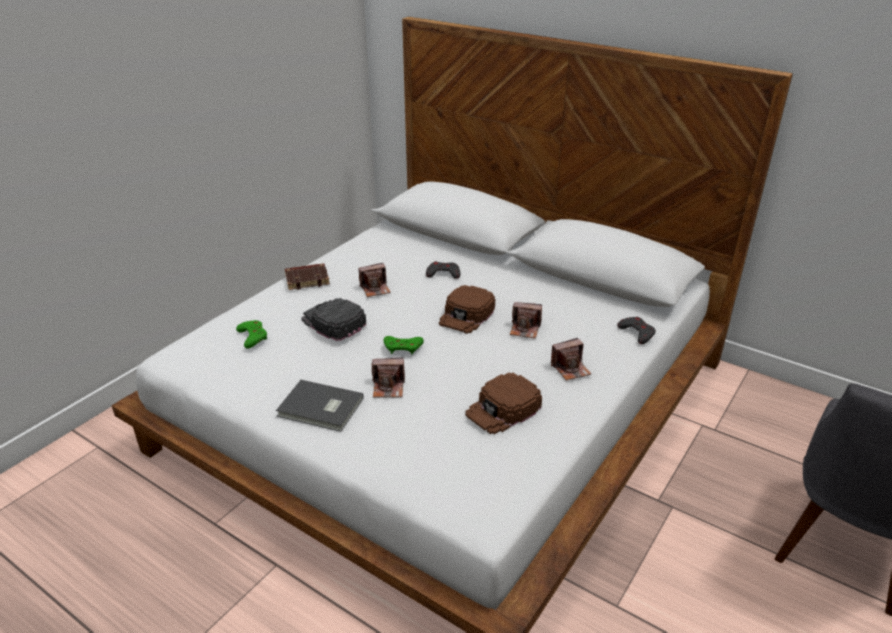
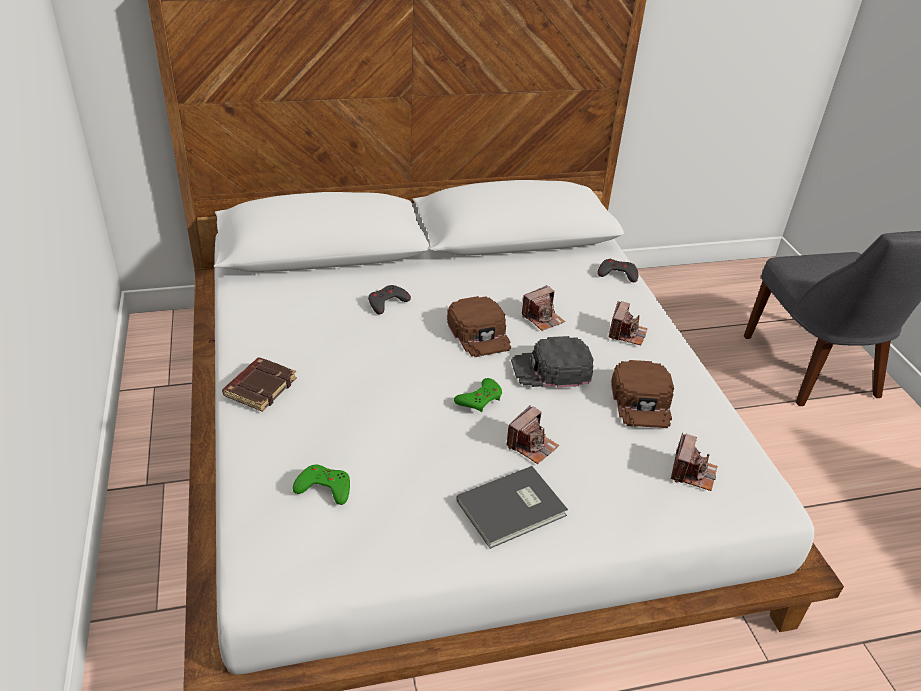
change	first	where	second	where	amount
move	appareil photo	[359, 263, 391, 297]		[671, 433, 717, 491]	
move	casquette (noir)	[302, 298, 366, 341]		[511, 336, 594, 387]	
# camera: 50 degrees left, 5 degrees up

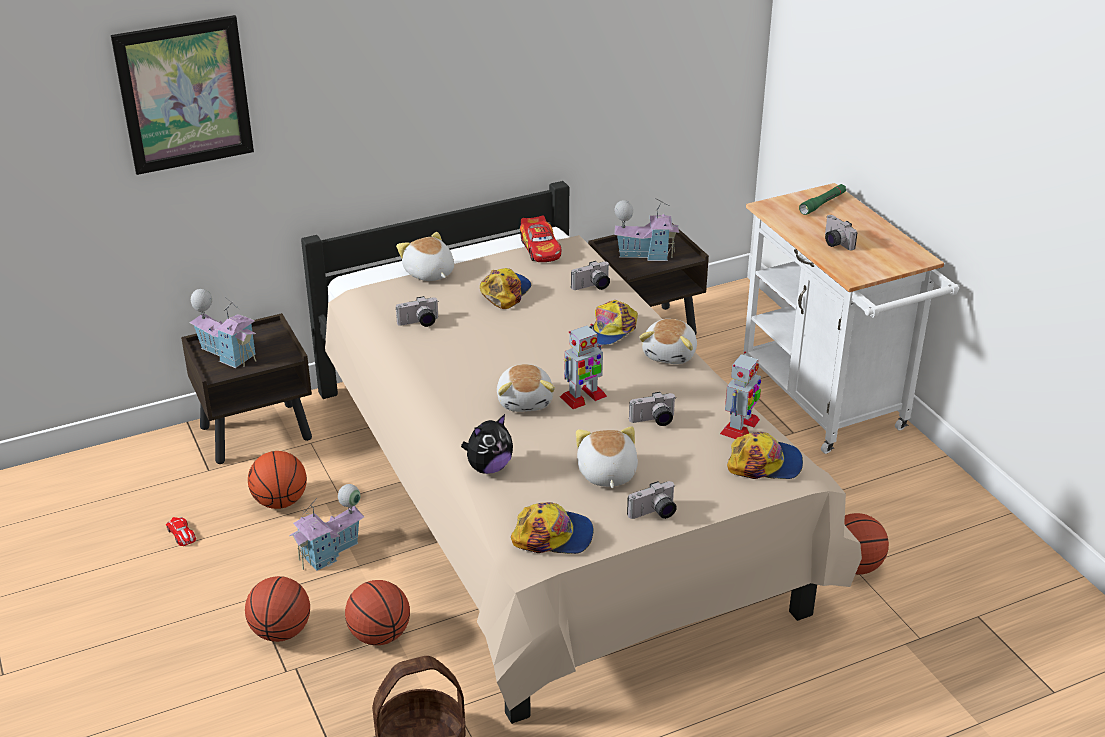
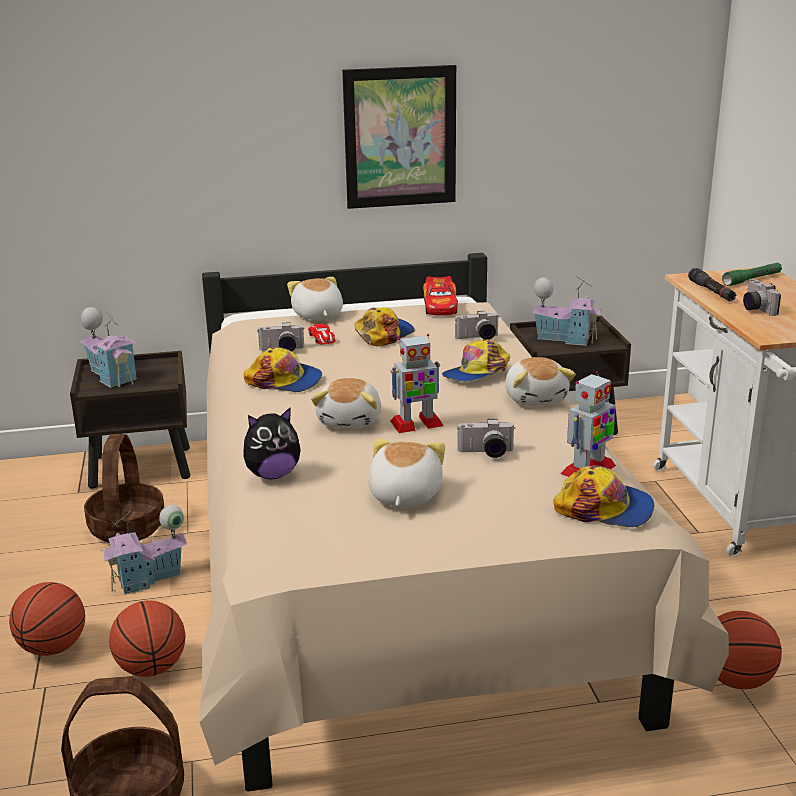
change	first	where	second	where	amount
move	tableau	[111, 15, 254, 175]		[342, 65, 456, 209]	
rotate	peluche	[639, 319, 697, 364]		[505, 357, 576, 406]	45 degrees counterclockwise
replace	ballon de basket	[248, 451, 307, 509]	panier	[84, 434, 164, 543]	
delete	appareil photo	[627, 481, 677, 519]			
move	casquette	[511, 502, 594, 554]		[244, 347, 322, 392]	
move	petite voiture	[166, 517, 196, 546]		[308, 324, 336, 345]	
insert			lampe de poche (noir)	[688, 268, 736, 302]	
# camera: 15 degrees right, 10 degrees down

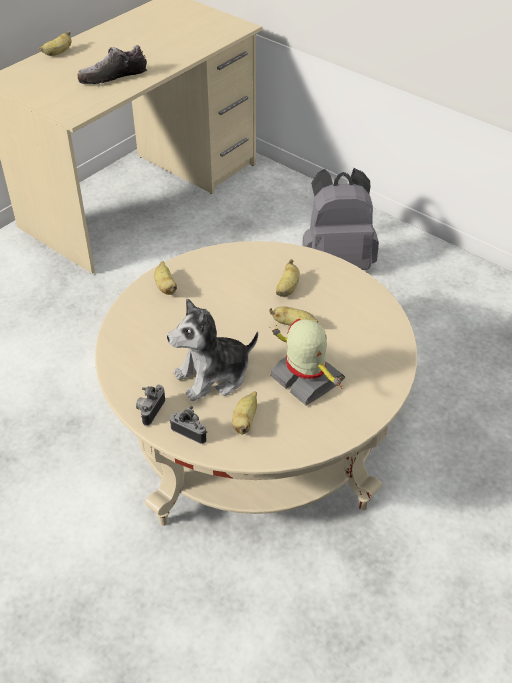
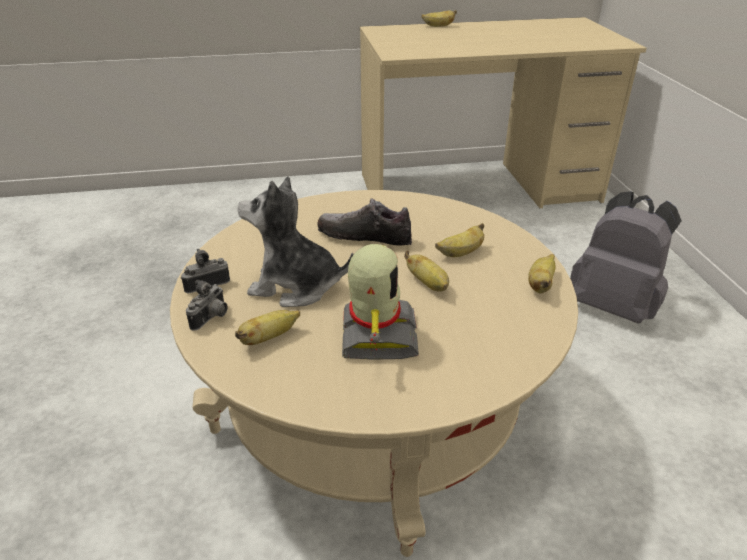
change	first	where	second	where	amount
move	chaussure	[77, 45, 148, 84]		[318, 198, 412, 246]	
move	banane	[154, 261, 177, 295]		[528, 254, 556, 293]	
rotate	appareil photo	[170, 406, 207, 444]		[186, 280, 228, 331]	45 degrees clockwise
# camera: 40 degrees right, 10 degrees down

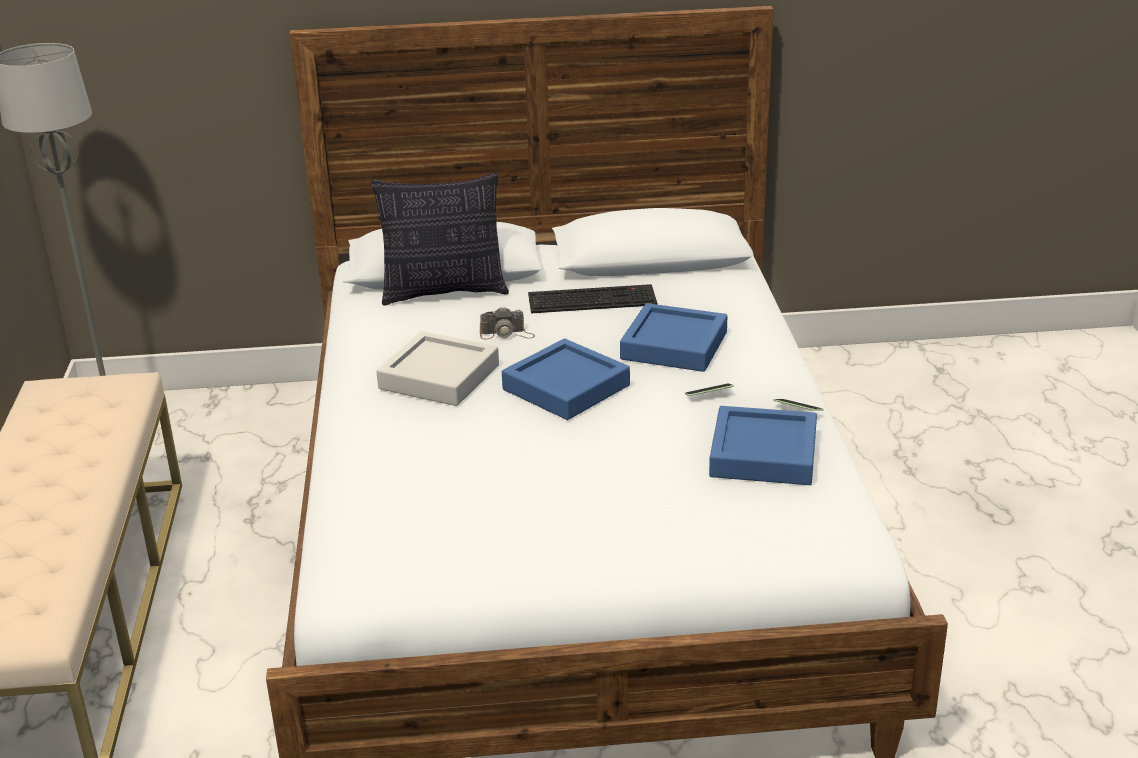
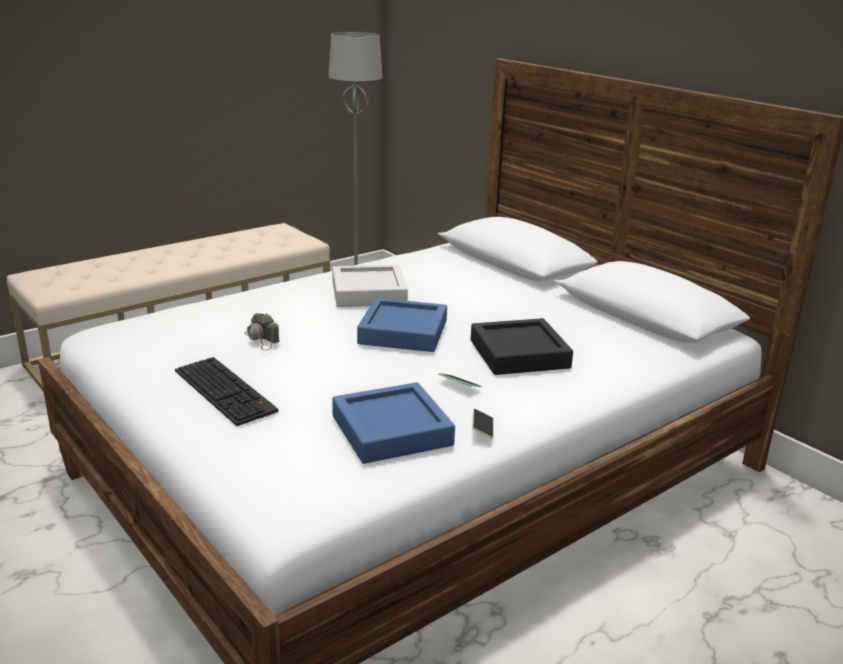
change	first	where	second	where	amount
delete	coussin	[371, 172, 509, 306]			
move	clavier	[528, 284, 657, 313]		[175, 357, 279, 426]	
recolor	plateau (bleu)	[620, 303, 727, 372]	plateau (noir)	[471, 318, 573, 375]	
move	appareil photo	[480, 308, 535, 340]		[245, 313, 279, 350]	
# camera: 55 degrees right, 5 degrees down

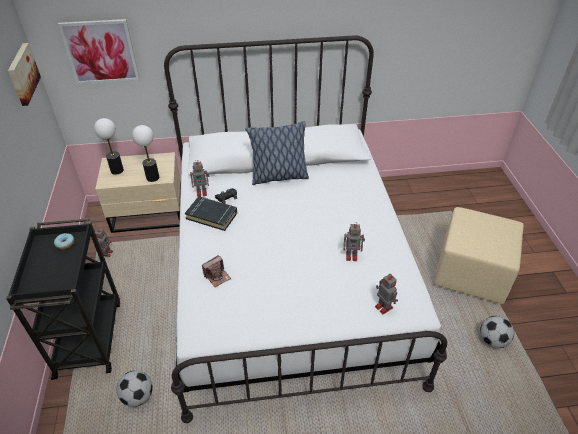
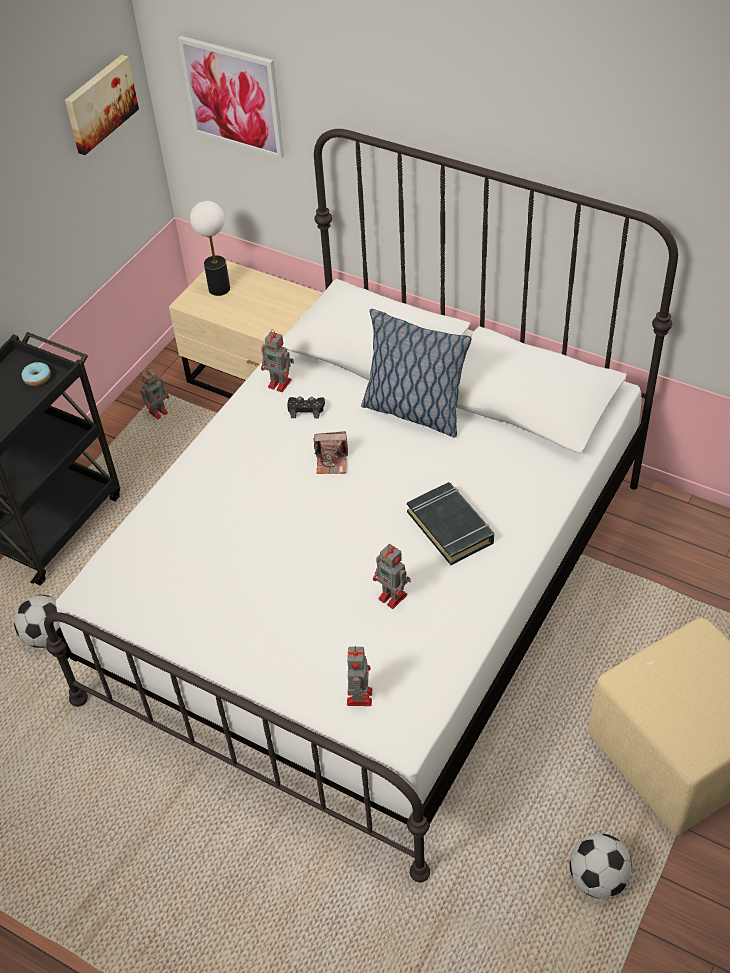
change	first	where	second	where	amount
delete	lampe de table	[132, 125, 159, 182]			
move	livre (noir)	[185, 196, 237, 231]		[407, 482, 494, 565]	
move	appareil photo	[202, 255, 231, 287]		[313, 431, 348, 474]	
# camera: 40 degrees right, 5 degrees up

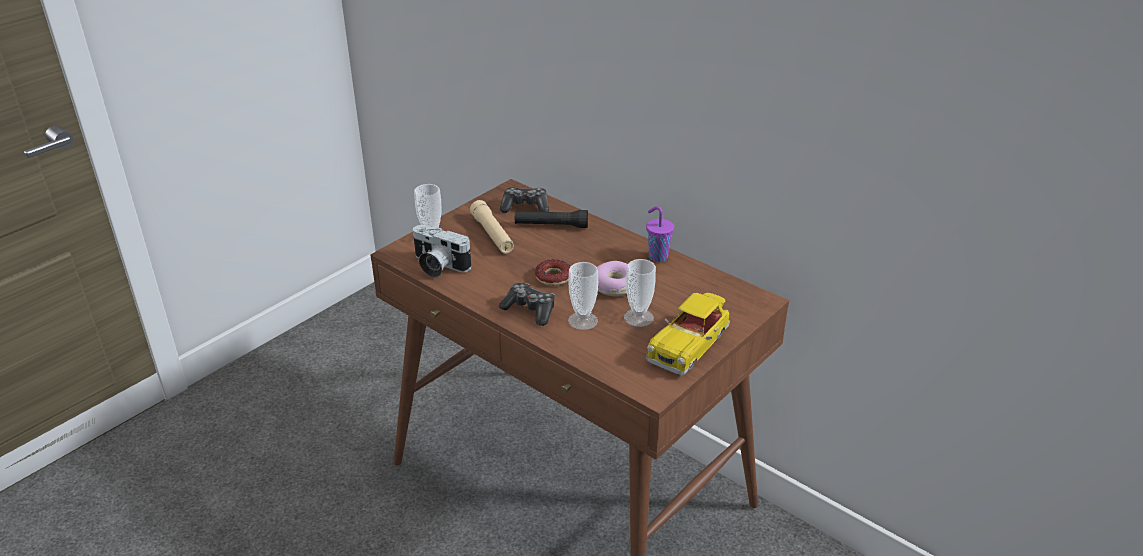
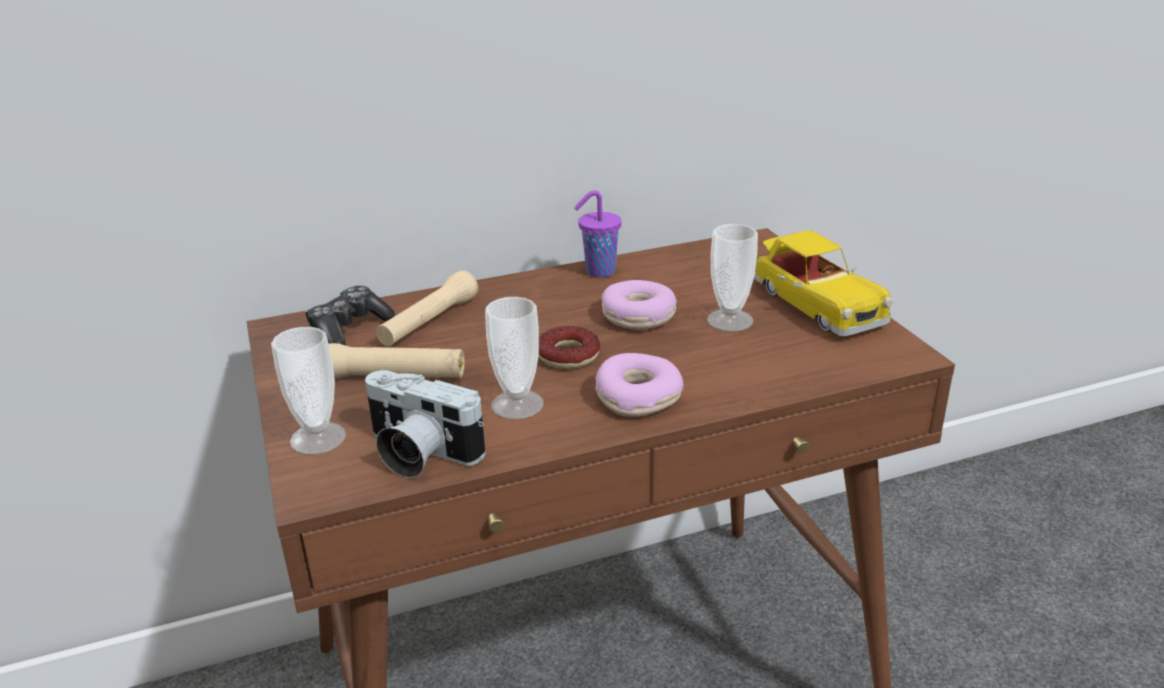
change	first	where	second	where	amount
recolor	lampe de poche (noir)	[515, 210, 588, 228]	lampe de poche (beige)	[376, 270, 478, 346]	
rotate	appareil photo	[413, 225, 472, 277]		[365, 370, 486, 478]	60 degrees clockwise
move	tasse	[568, 262, 598, 330]		[485, 297, 544, 420]	
replace	manette	[499, 283, 555, 326]	beignet	[595, 353, 683, 417]	
# camera: 60 degrees left, 5 degrees down

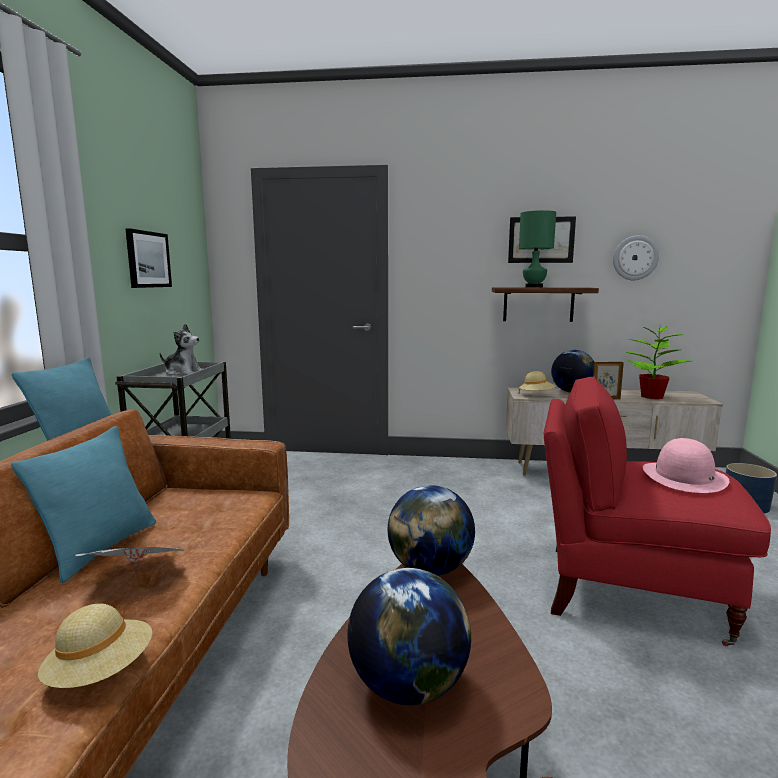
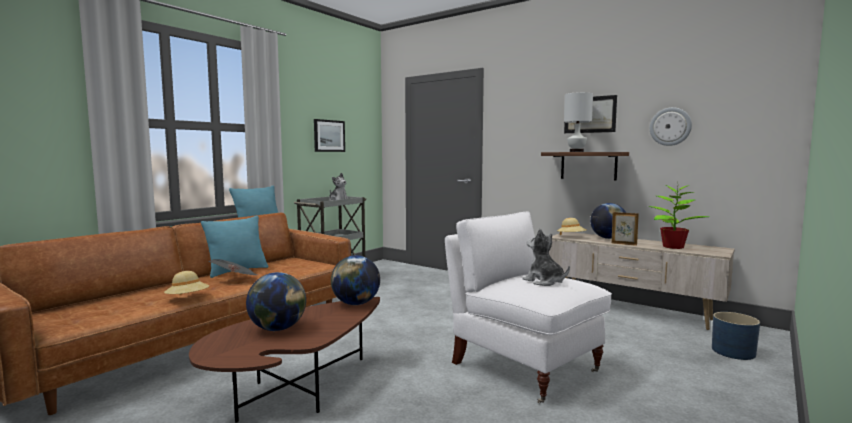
change	first	where	second	where	amount
recolor	lampe de table (vert)	[519, 210, 556, 288]	lampe de table (blanc)	[564, 92, 593, 152]	
recolor	fauteuil (rouge)	[544, 376, 771, 646]	fauteuil (blanc)	[445, 211, 612, 403]	
replace	chapeau (rose)	[643, 438, 730, 493]	peluche	[523, 229, 570, 286]	
# camera: 30 degrees right, 5 degrees down

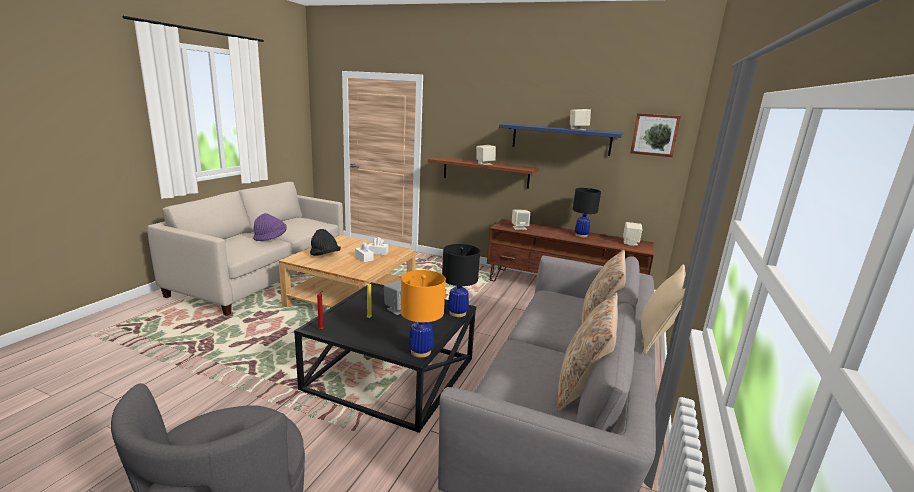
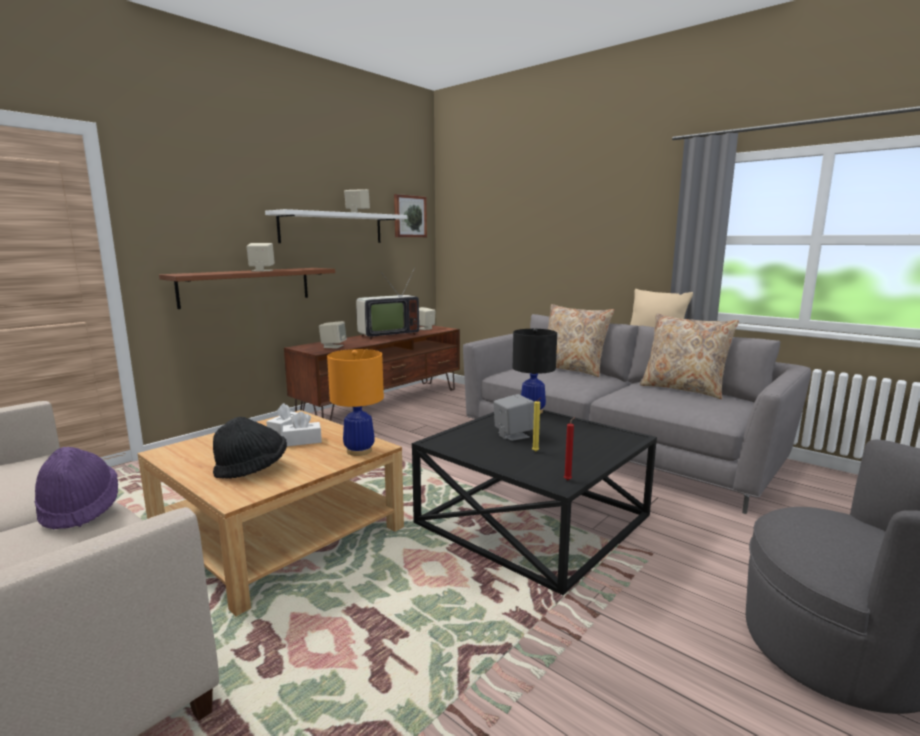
change	first	where	second	where	amount
recolor	étagère (bleu)	[499, 123, 623, 156]	étagère (blanc)	[265, 209, 407, 243]	
replace	lampe de table (noir)	[573, 188, 601, 237]	téléviseur	[356, 267, 419, 340]	
move	lampe de table (orange)	[401, 270, 446, 358]		[327, 349, 384, 456]	
# camera: 70 degrees left, 5 degrees down

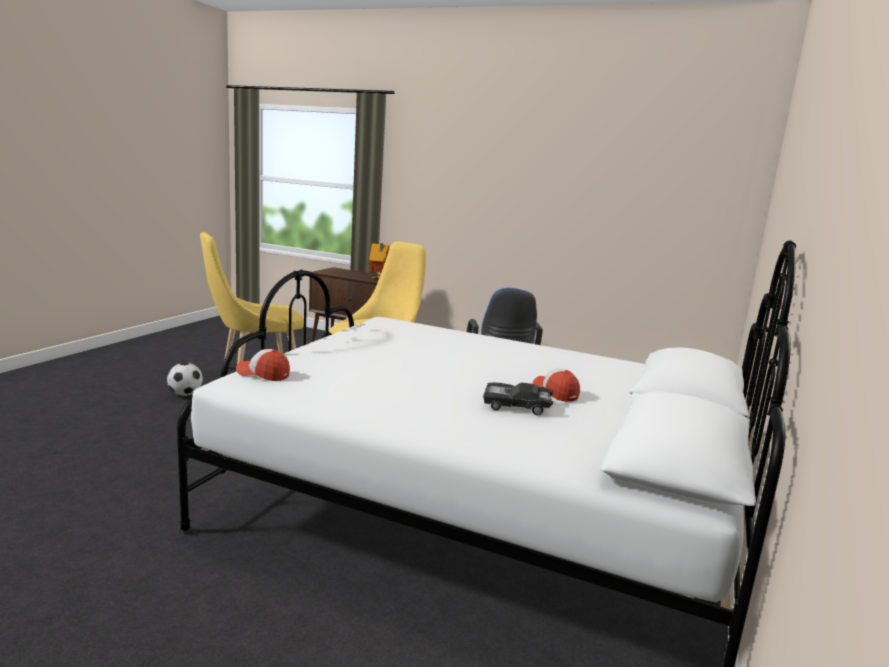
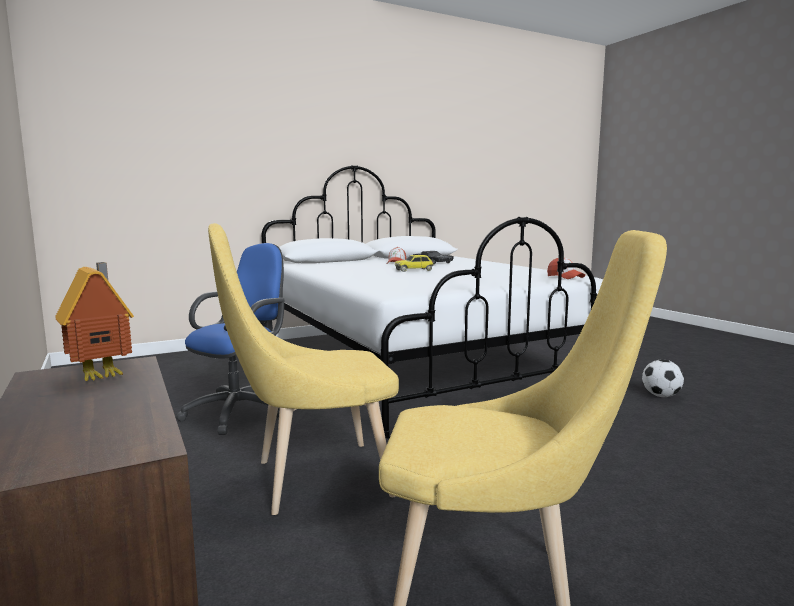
change	first	where	second	where	amount
move	ballon de foot	[167, 363, 203, 396]		[642, 359, 684, 397]	
insert			petite voiture	[395, 255, 434, 272]	
# camera: 140 degrees left, 5 degrees down

